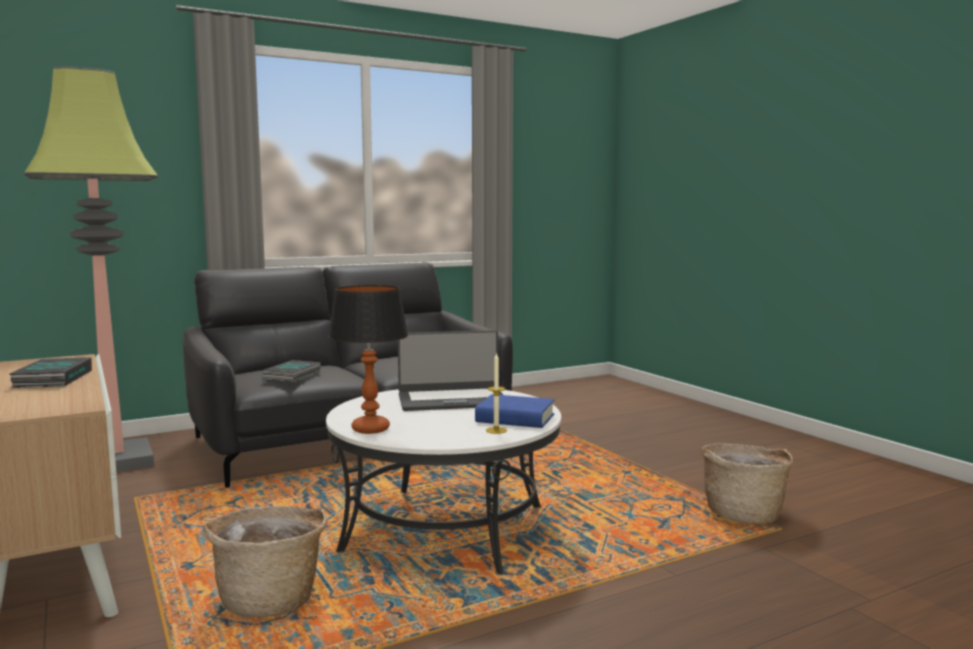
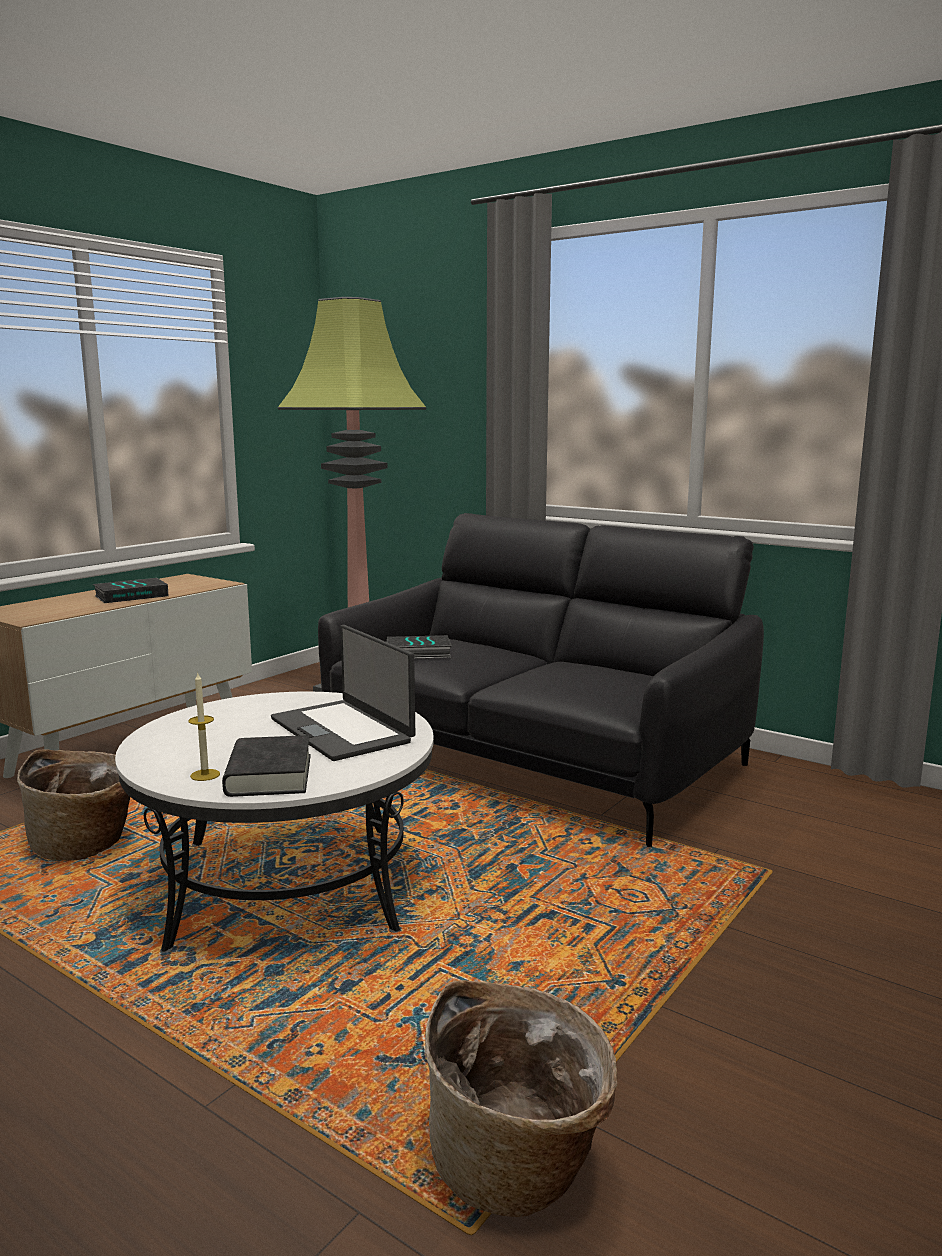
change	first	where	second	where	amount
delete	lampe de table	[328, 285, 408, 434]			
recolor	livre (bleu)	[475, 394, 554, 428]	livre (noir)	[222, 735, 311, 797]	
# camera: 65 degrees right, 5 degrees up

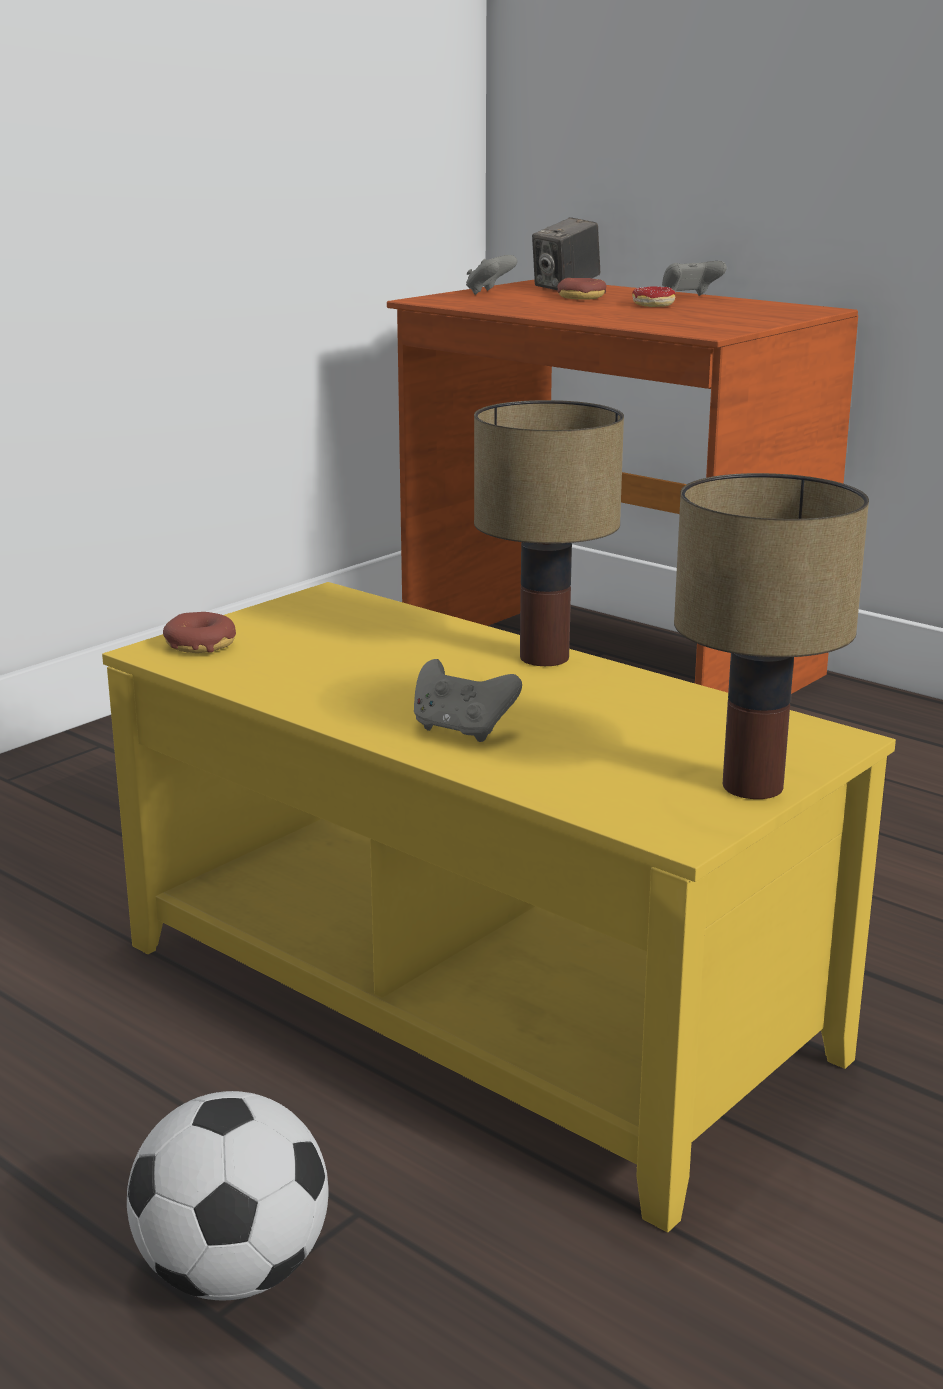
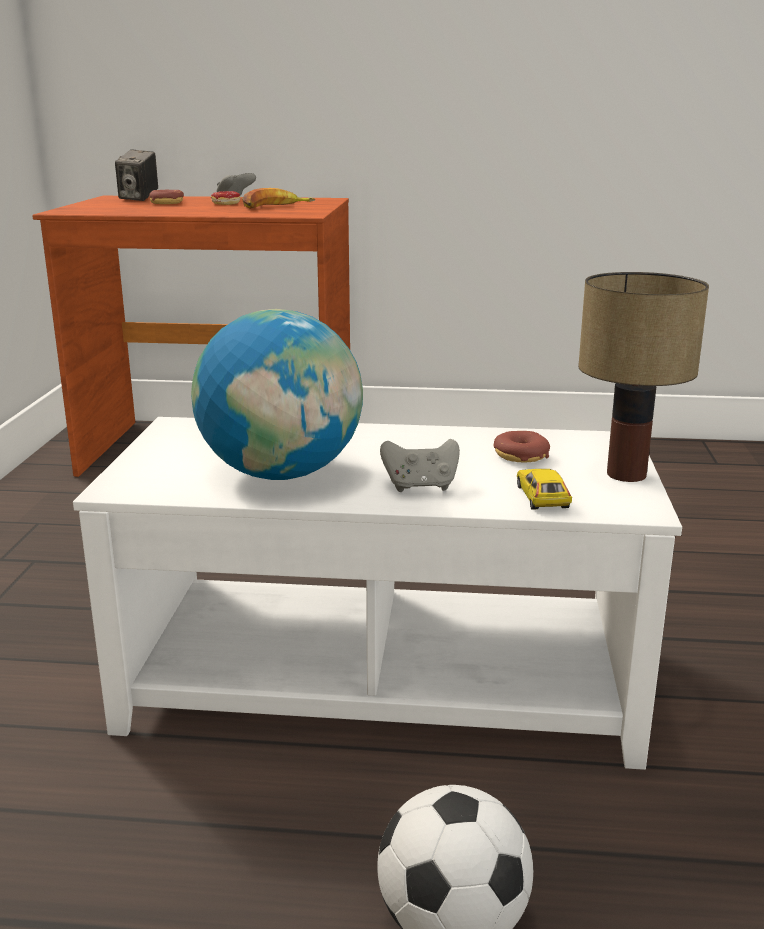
change	first	where	second	where	amount
delete	manette (gris)	[466, 255, 517, 295]			
delete	lampe de table	[474, 400, 624, 666]			
recolor	table basse (jaune)	[102, 582, 896, 1232]	table basse (blanc)	[73, 417, 682, 770]	
move	beignet	[163, 612, 236, 653]		[494, 431, 550, 463]	
insert			banane	[242, 188, 316, 209]	
insert			globe	[191, 309, 363, 480]	
insert			petite voiture	[517, 469, 572, 510]	
# camera: 35 degrees left, 0 degrees up

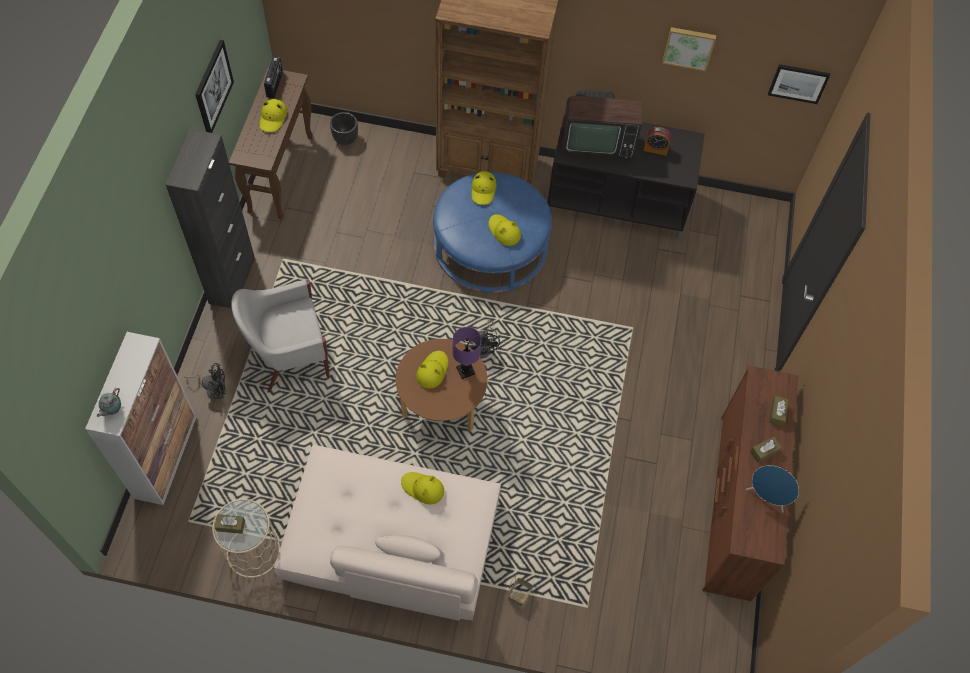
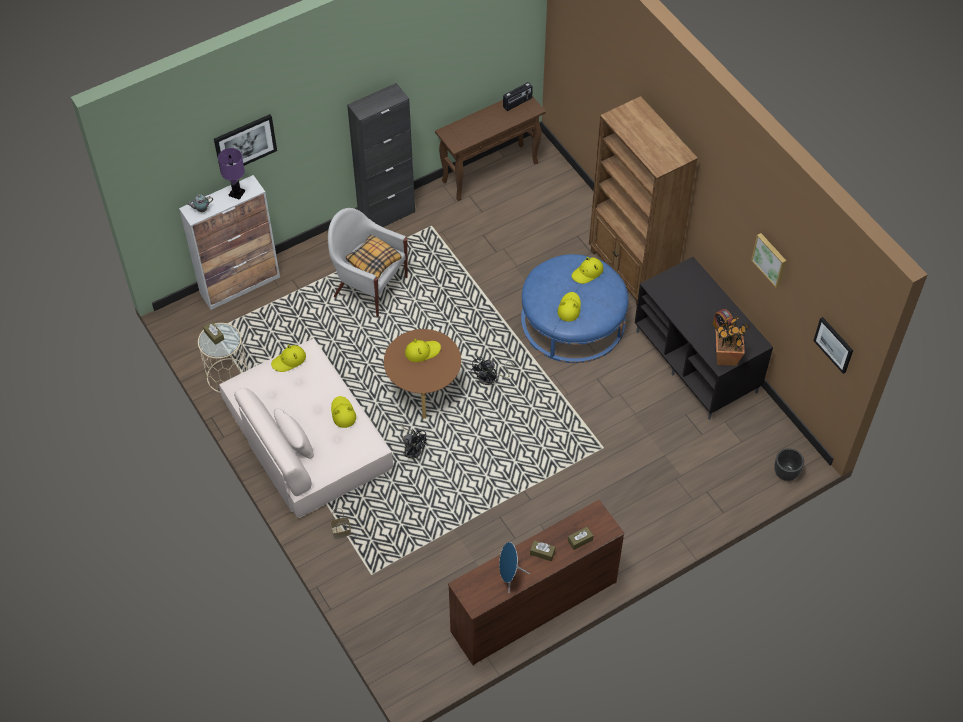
change	first	where	second	where	amount
move	tableau	[195, 40, 234, 133]		[214, 114, 277, 172]	
delete	téléviseur	[562, 90, 642, 159]			
move	chapeau (jaune)	[259, 99, 287, 132]		[271, 344, 306, 372]	
move	cache-pot (noir)	[330, 112, 358, 145]		[774, 448, 804, 481]	
move	lampe de table (violet)	[452, 327, 482, 379]		[218, 148, 245, 200]	
move	ventilateur (noir)	[184, 363, 226, 400]		[401, 424, 426, 459]	
insert			coussin	[346, 235, 402, 279]	
insert			plante en pot	[715, 316, 750, 366]	
# camera: 50 degrees right, 5 degrees down

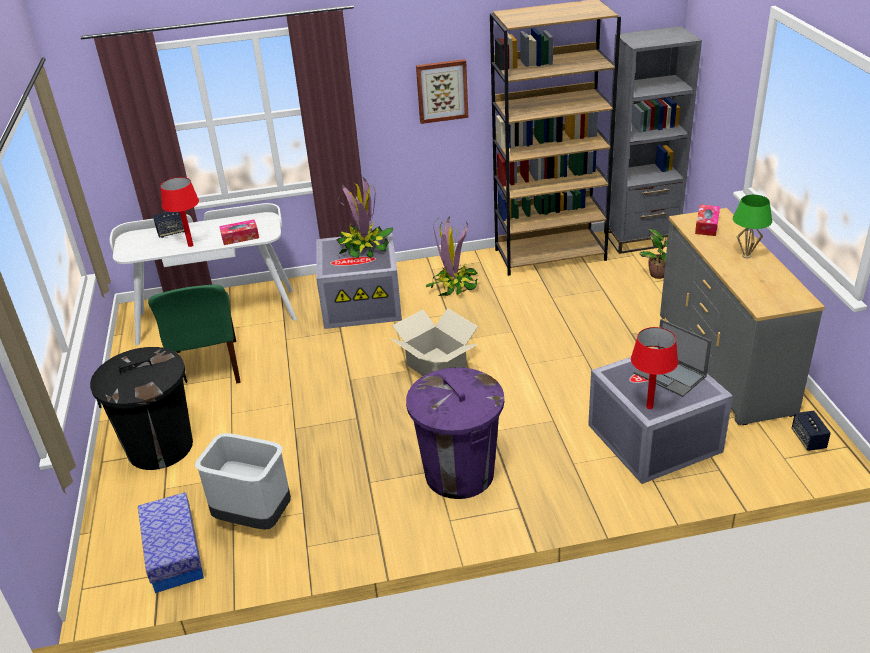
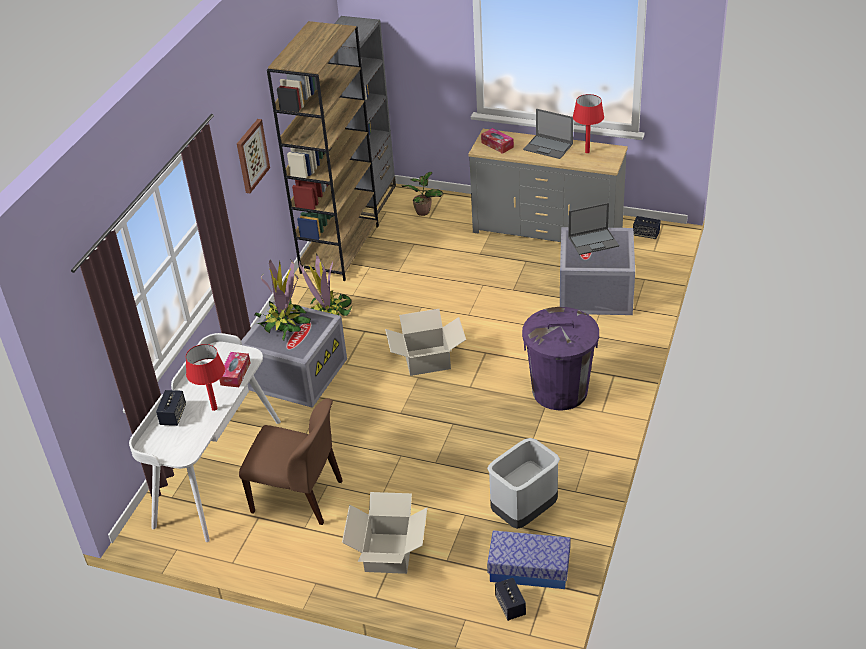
change	first	where	second	where	amount
replace	lampe de table (vert)	[733, 195, 772, 258]	ordinateur portable	[523, 109, 573, 159]	
recolor	chaise (vert)	[148, 285, 241, 383]	chaise (marron)	[239, 398, 343, 525]	
move	lampe de table (rouge)	[631, 327, 678, 409]		[573, 94, 604, 153]	
replace	poubelle (noir)	[90, 347, 193, 470]	carton	[342, 492, 428, 574]	
insert			enceinte	[495, 578, 526, 621]	
# camera: 60 degrees left, 5 degrees up

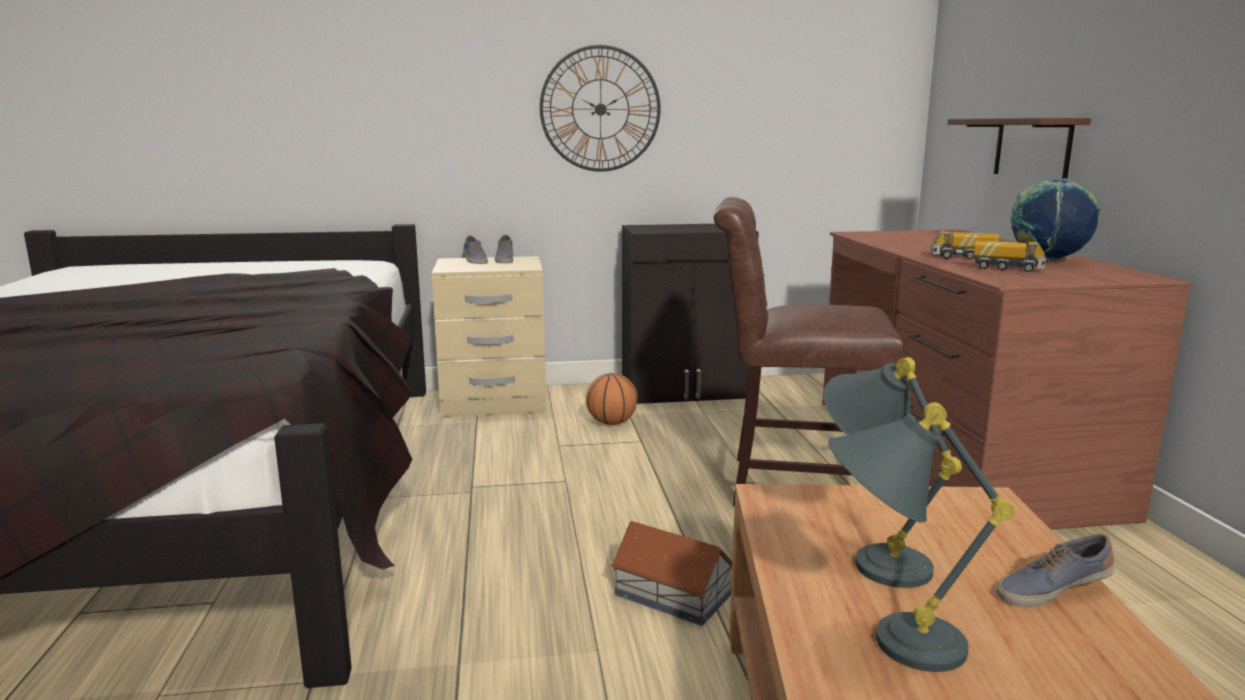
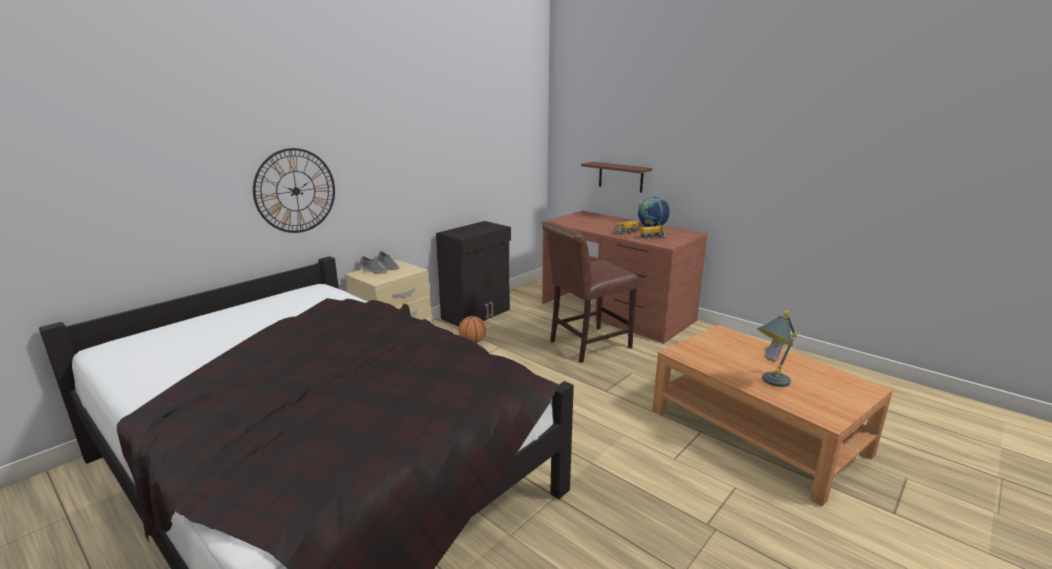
change	first	where	second	where	amount
move	horloge murale	[540, 45, 661, 172]		[253, 148, 335, 233]	
delete	lampe de table (gris)	[824, 357, 962, 588]			
delete	maison miniature	[610, 521, 732, 626]			
# camera: 40 degrees left, 5 degrees up

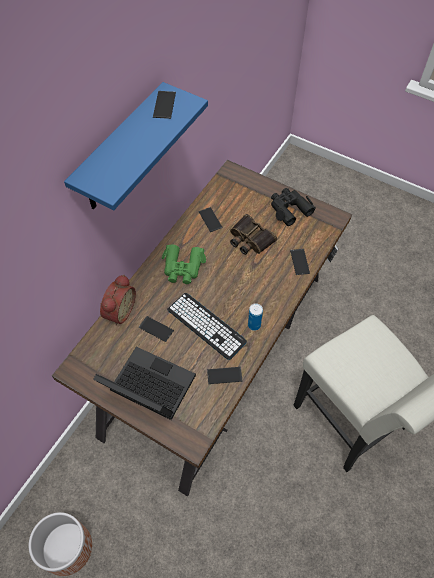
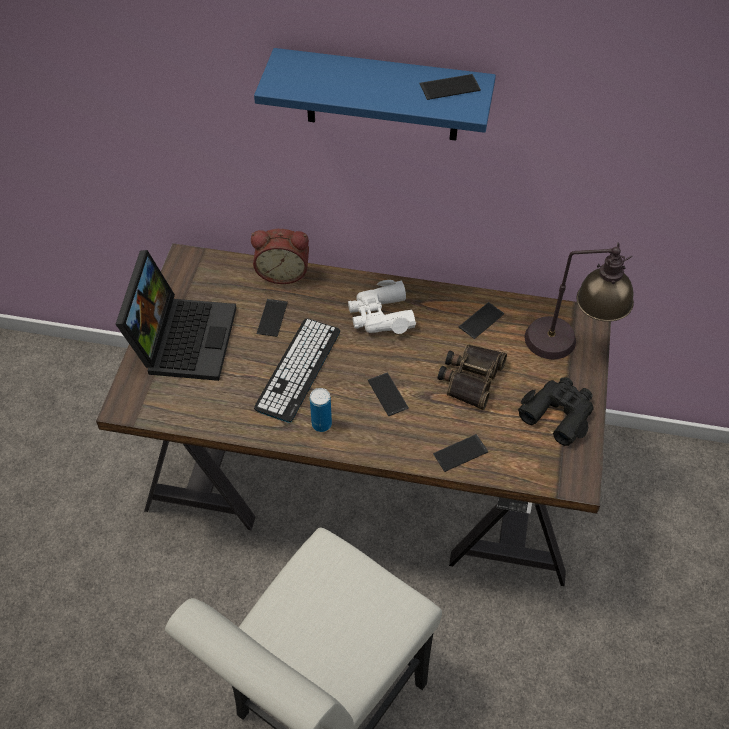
change	first	where	second	where	amount
recolor	jumelles (vert)	[162, 245, 206, 284]	jumelles (blanc)	[348, 280, 416, 334]	
move	téléphone	[207, 367, 243, 384]		[368, 372, 409, 416]	
delete	cache-pot	[29, 512, 92, 576]			
insert			lampe de table	[525, 242, 634, 359]	
# camera: 70 degrees right, 5 degrees down

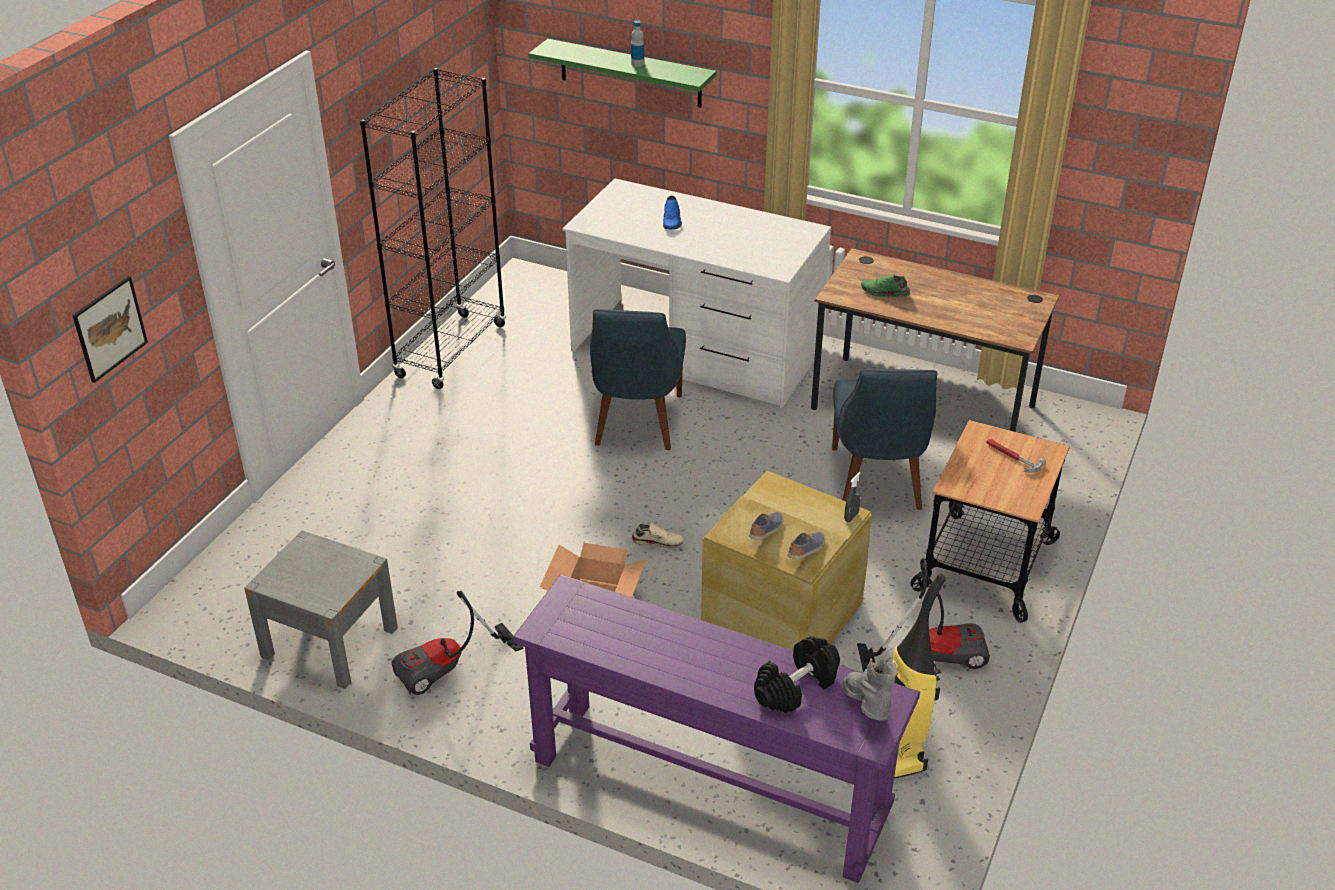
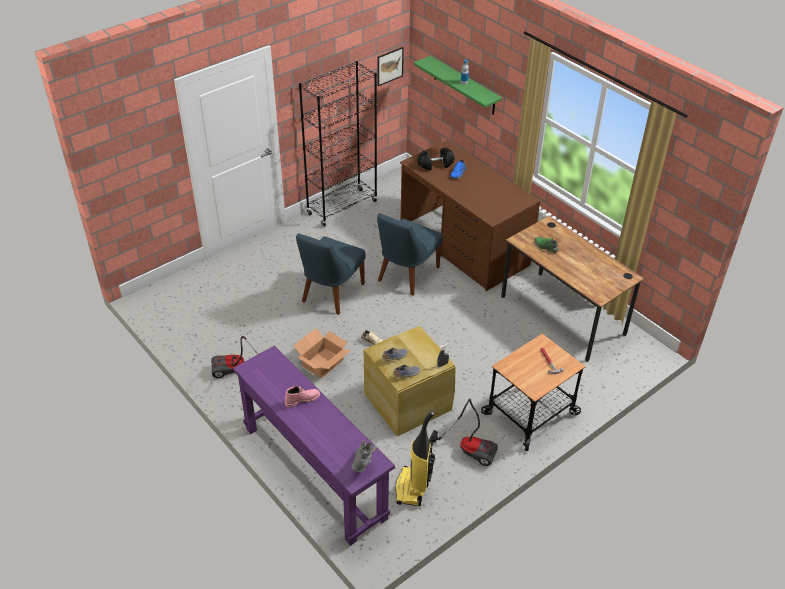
change	first	where	second	where	amount
recolor	bureau (blanc)	[562, 178, 831, 408]	bureau (marron)	[400, 140, 541, 291]	
move	tableau	[72, 276, 148, 383]		[378, 47, 404, 86]	
move	chaise (bleu)	[832, 369, 937, 510]		[296, 233, 366, 315]	
delete	table de chevet (gris)	[244, 530, 398, 689]			
move	haltère (noir)	[754, 636, 840, 713]		[417, 147, 455, 170]	
insert			botte (rose)	[285, 386, 320, 407]	
# camera: 25 degrees right, 5 degrees up

